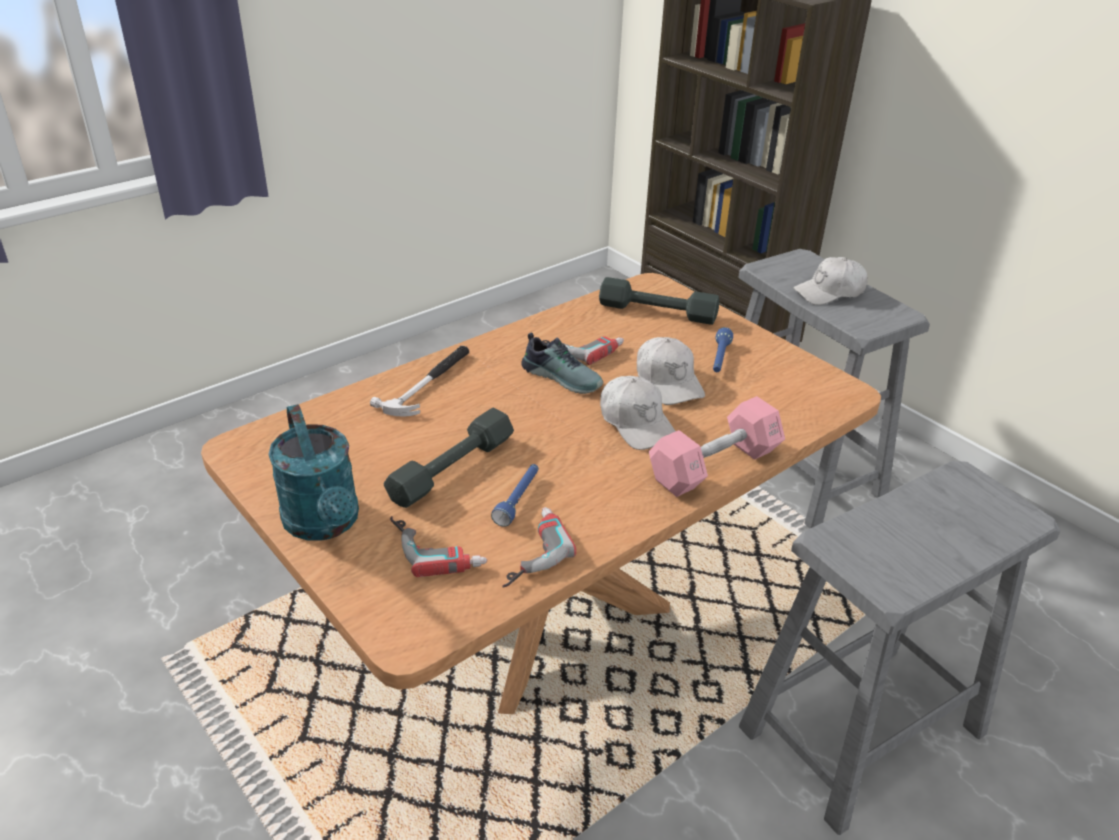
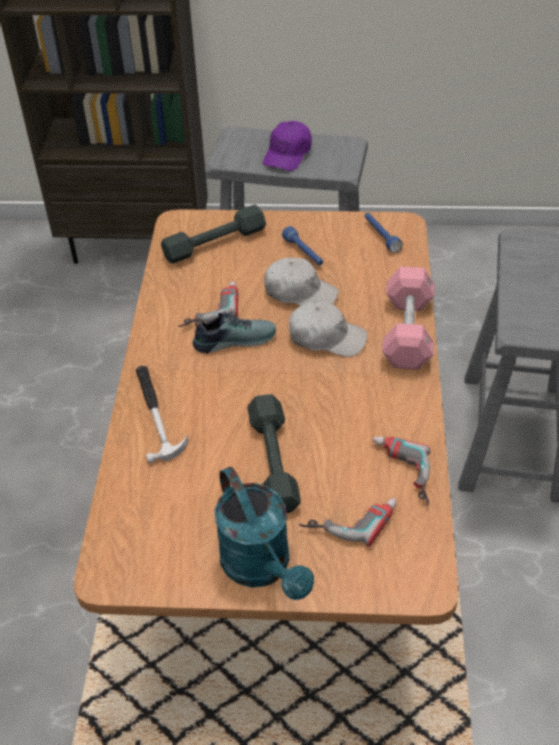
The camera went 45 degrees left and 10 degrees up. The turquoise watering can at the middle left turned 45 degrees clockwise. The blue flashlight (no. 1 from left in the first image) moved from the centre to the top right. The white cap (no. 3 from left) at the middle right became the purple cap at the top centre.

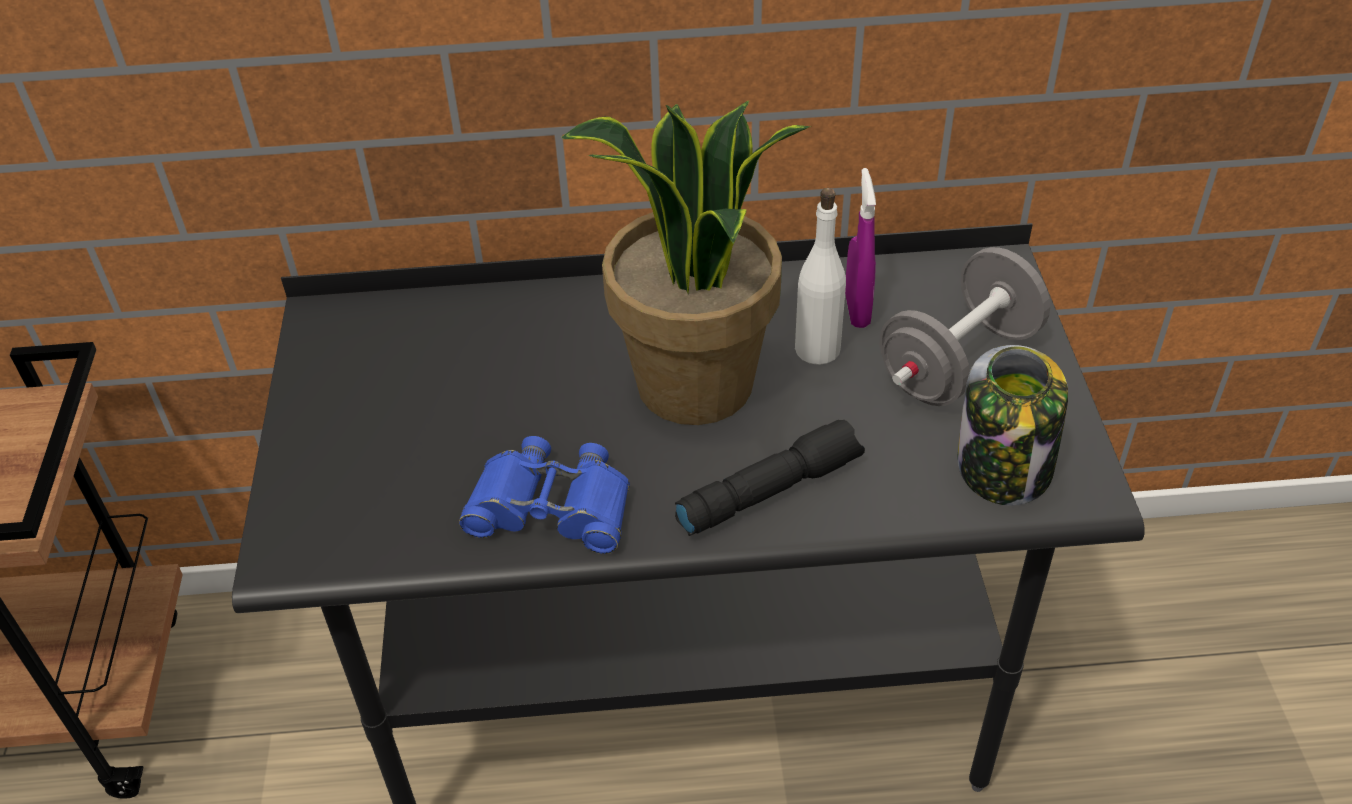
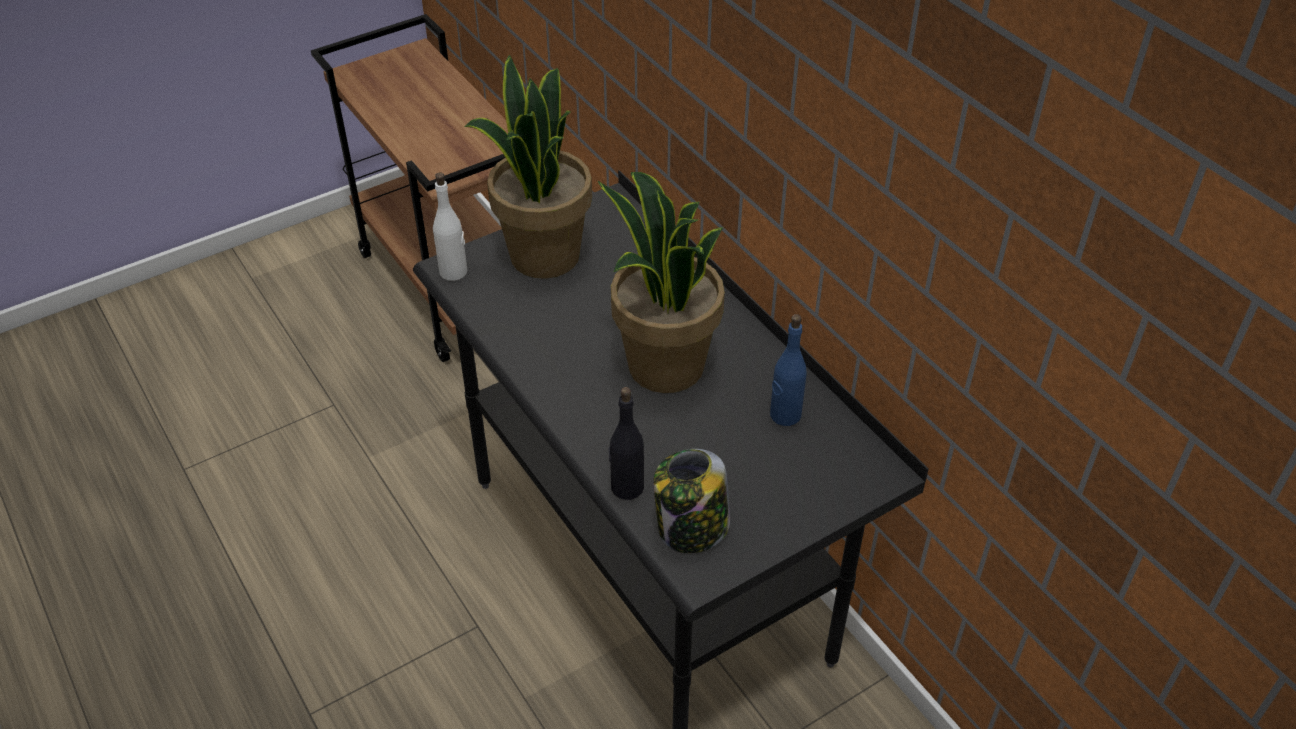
The camera went 60 degrees right and 0 degrees up. The blue binoculars at the centre disappeared. The black flashlight at the centre disappeared. The white bottle moved from the centre to the top centre. The purple spray bottle at the top centre was replaced by the blue bottle at the centre. The grey dumbbell at the middle right disappeared. The potted plant (no. 1 from left) at the top centre appeared. The black bottle at the centre appeared.

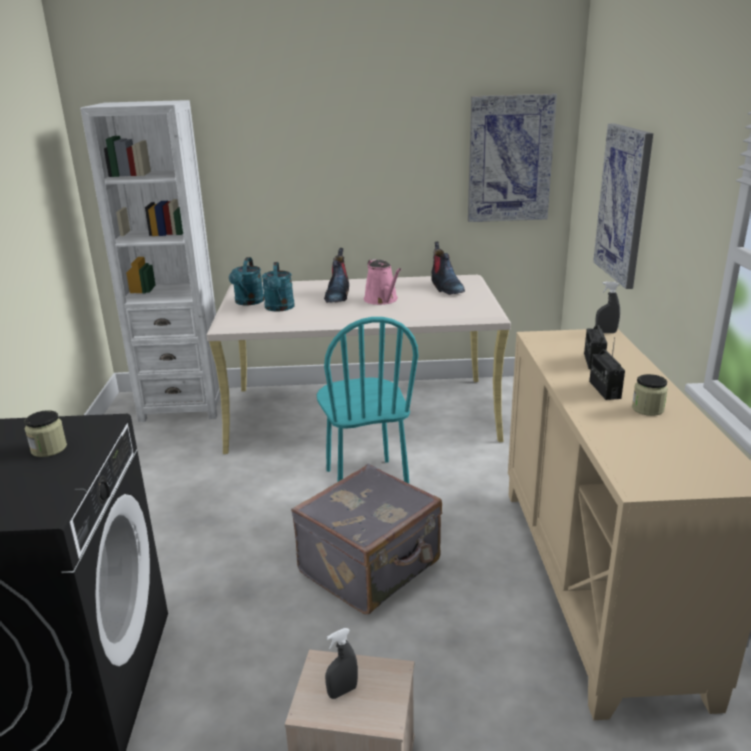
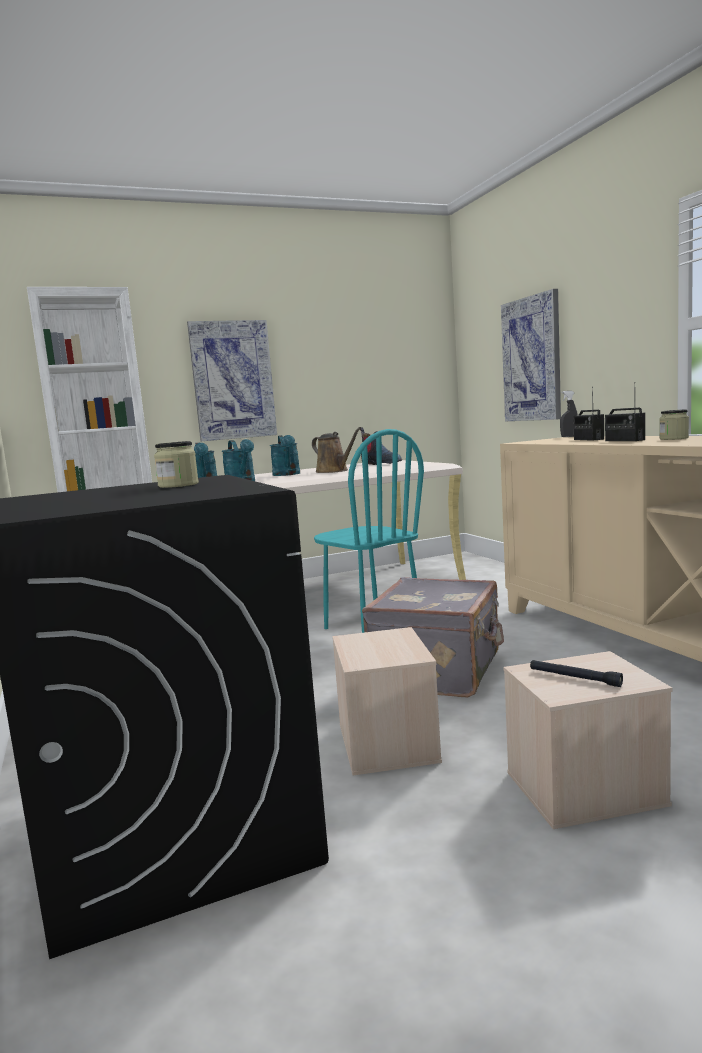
The camera went 20 degrees left and 15 degrees down. The boot (no. 1 from left) at the centre was replaced by the turquoise watering can (no. 3 from left) at the centre. The grey spray bottle (no. 1 from left) at the bottom centre was replaced by the black flashlight at the middle right. The pink watering can at the centre became the brown watering can at the centre. The picture (no. 1 from left) moved from the top right to the middle left. The beige storage box (no. 1 from left) at the centre appeared.

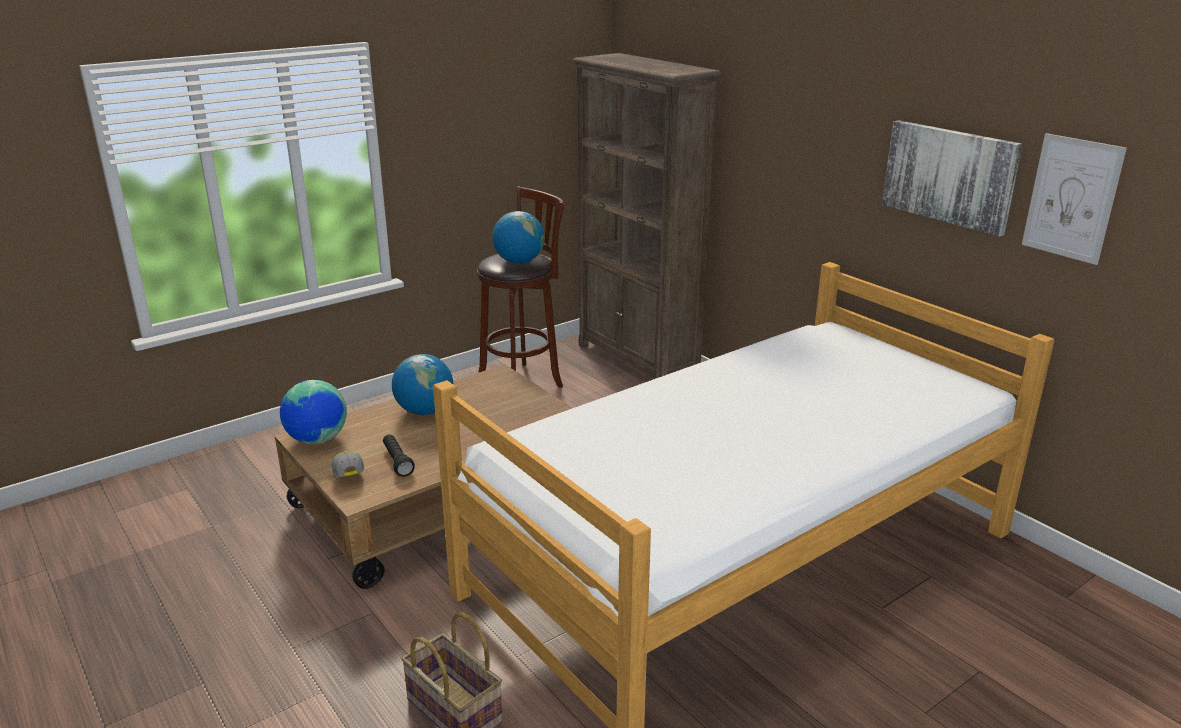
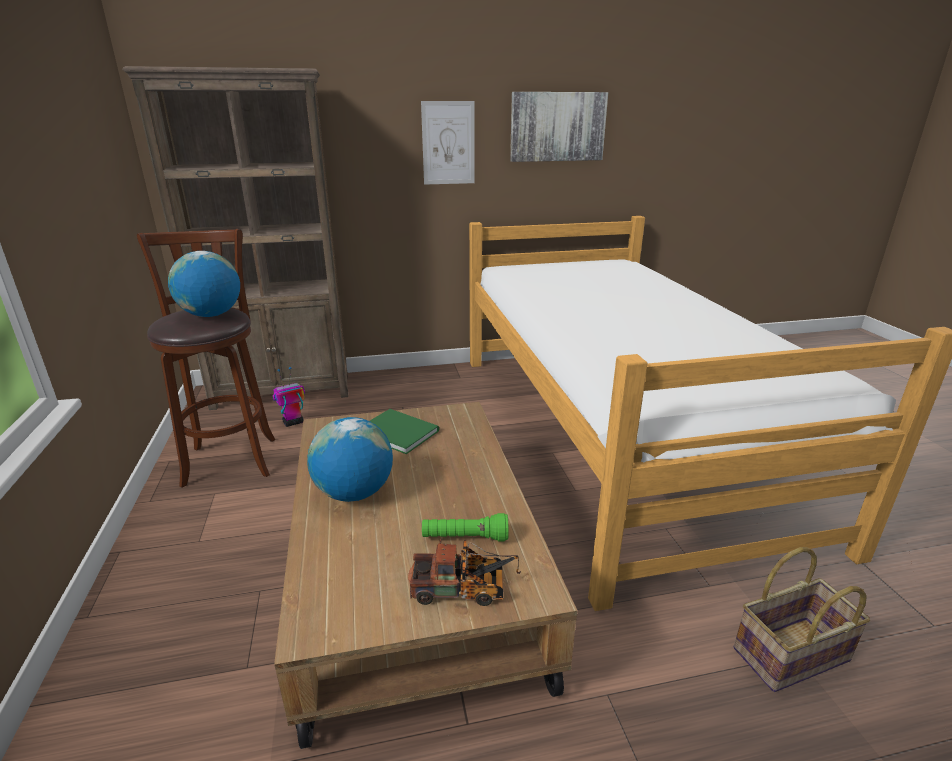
The camera went 65 degrees left and 0 degrees up. The globe (no. 1 from left) at the middle left disappeared. The cap at the middle left was replaced by the toy truck at the bottom centre. The black flashlight at the centre became the green flashlight at the bottom centre. The picture (no. 2 from left in the first image) moved from the top right to the top centre. The toy robot at the middle left appeared. The green book at the centre appeared.

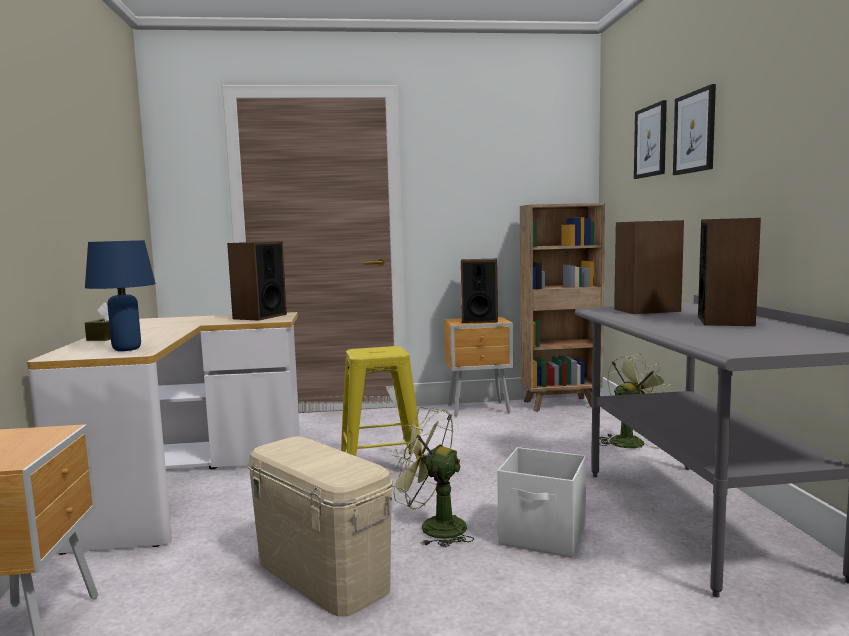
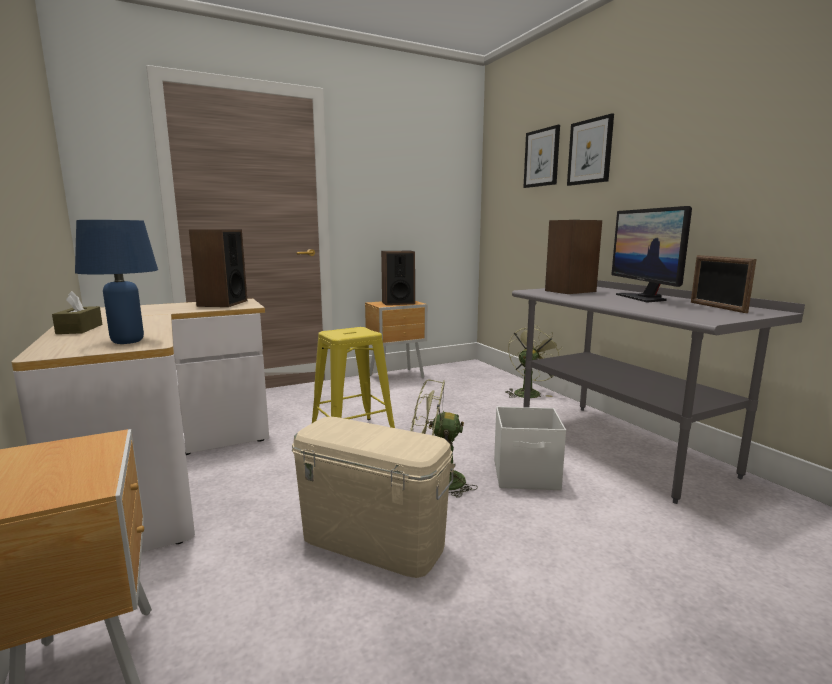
The camera went 20 degrees left and 5 degrees up. The brown bookcase at the centre disappeared. The speaker (no. 4 from left) at the middle right was replaced by the monitor at the middle right. The picture frame at the middle right appeared.

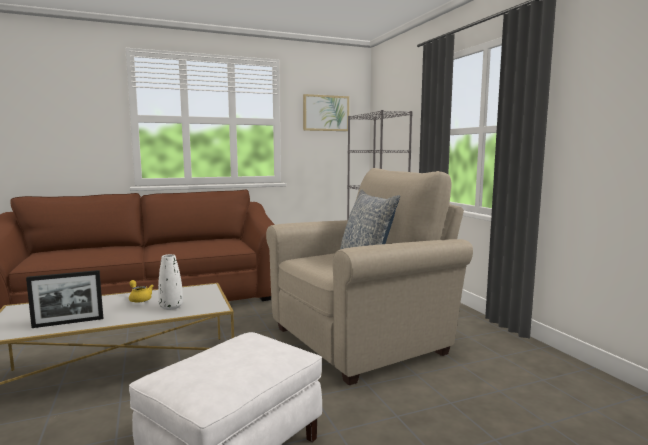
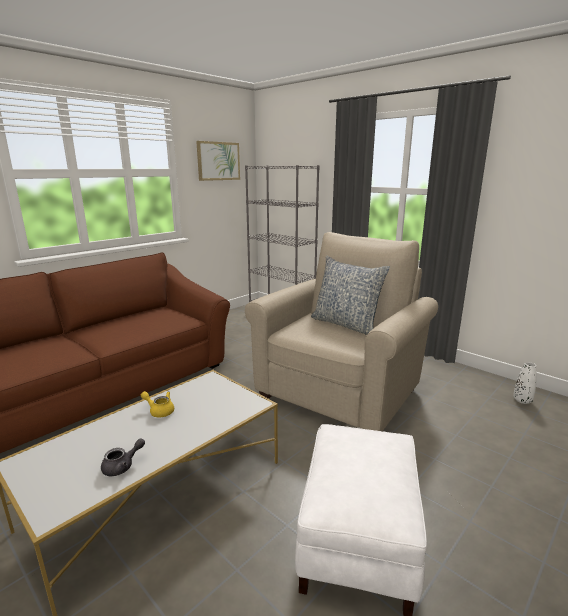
The camera went 25 degrees left and 10 degrees up. The picture frame at the bottom left was replaced by the grey teapot at the bottom left. The white vase moved from the middle left to the middle right.

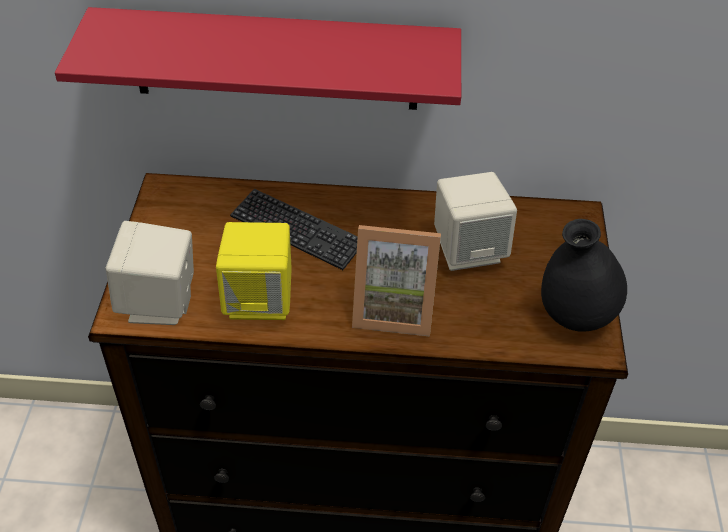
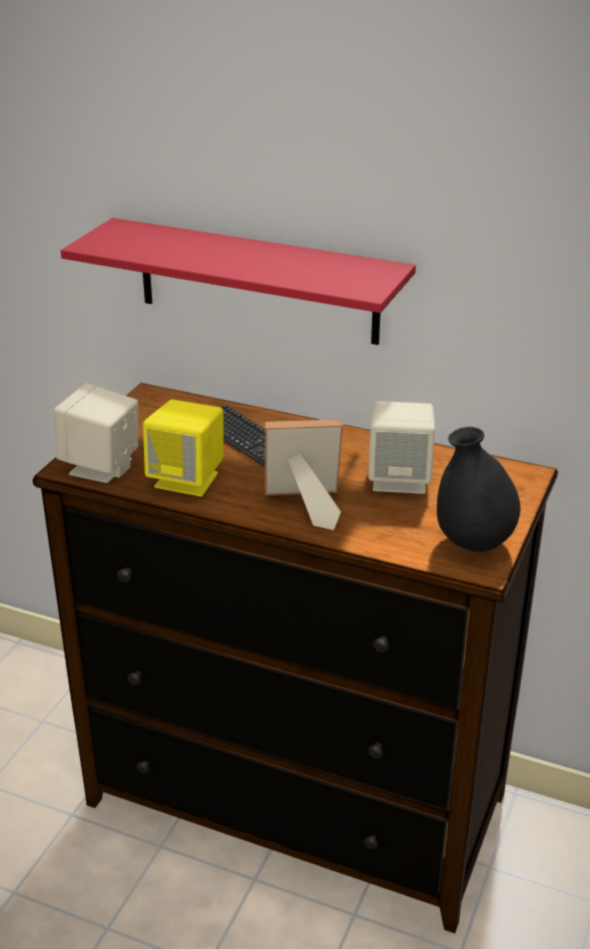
The camera went 20 degrees right and 15 degrees down. The picture frame at the centre turned 150 degrees clockwise.

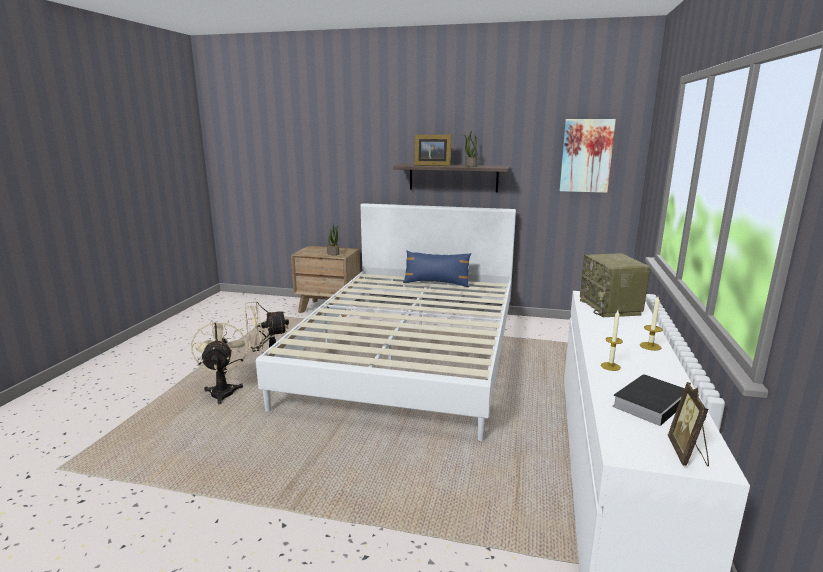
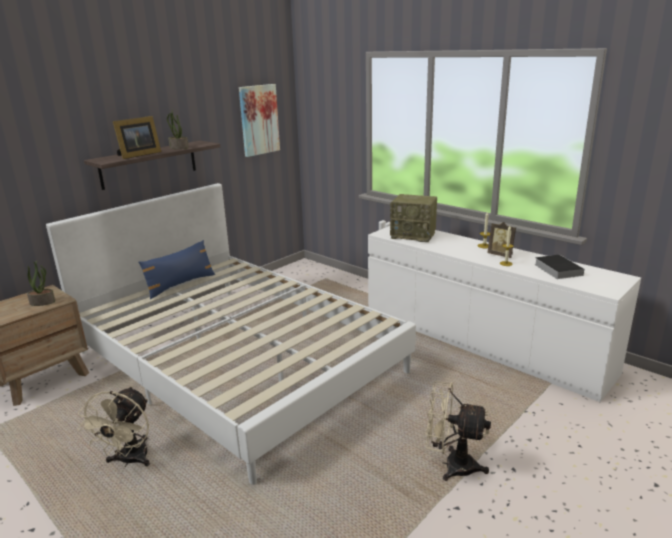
The camera went 60 degrees left and 5 degrees up. The beige fan (no. 1 from left in the first image) moved from the middle left to the bottom right. The picture frame (no. 2 from left) moved from the bottom right to the middle right.

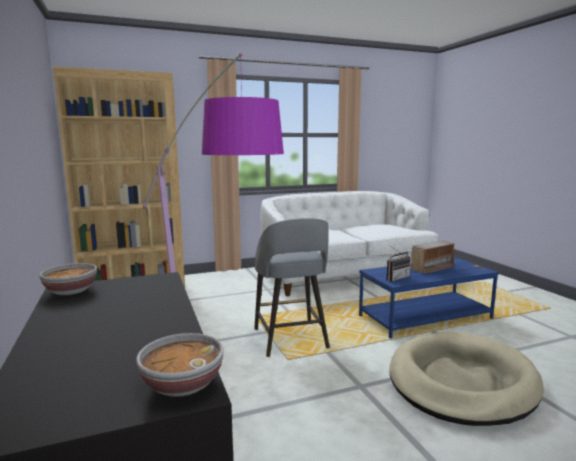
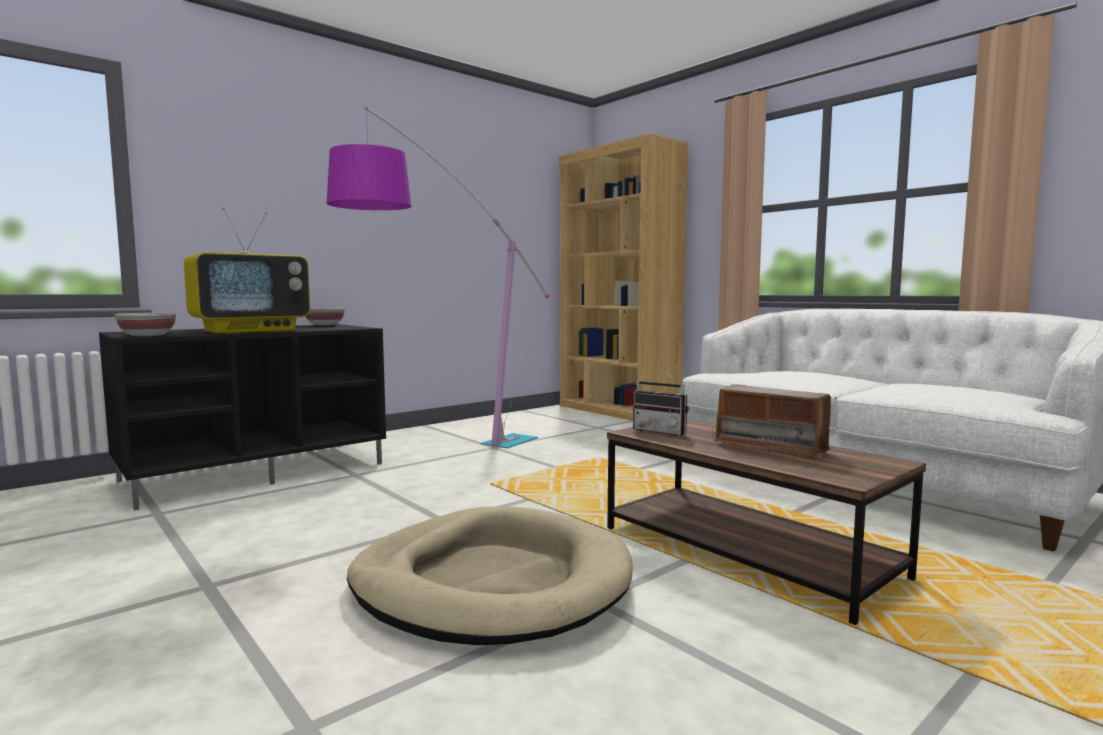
The camera went 70 degrees right and 5 degrees down. The grey stool at the centre disappeared. The blue coffee table at the middle right became the brown coffee table at the bottom right. The television at the middle left appeared.

